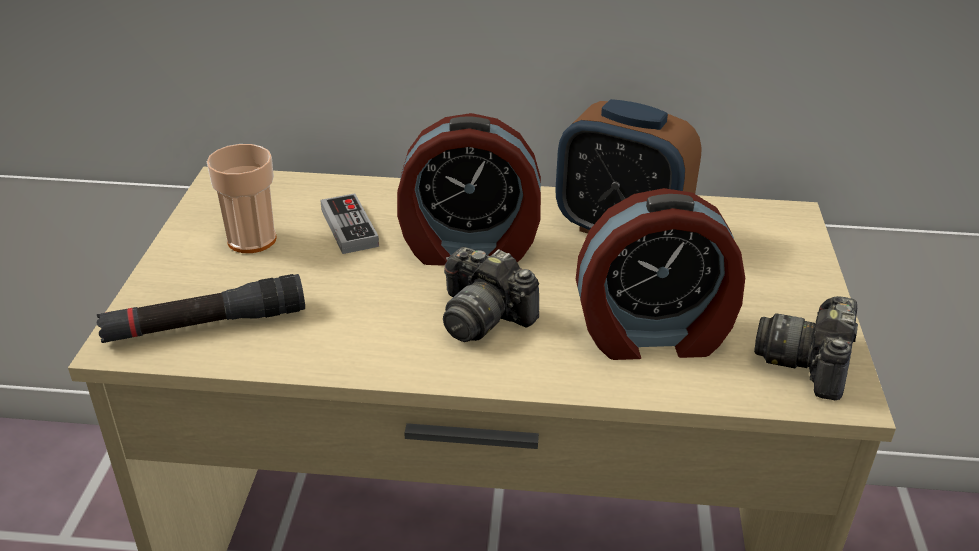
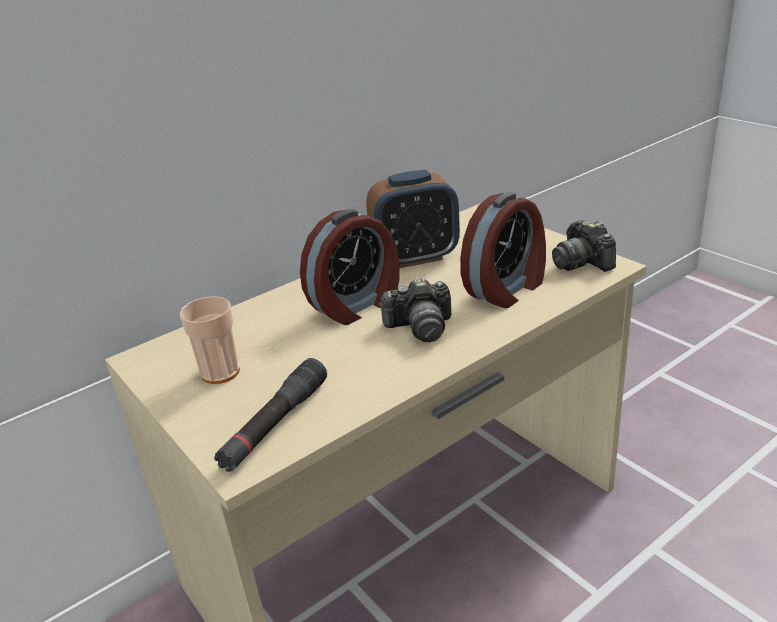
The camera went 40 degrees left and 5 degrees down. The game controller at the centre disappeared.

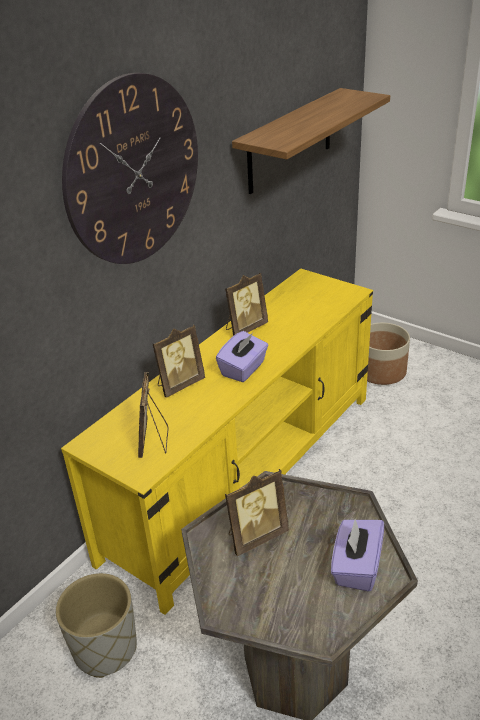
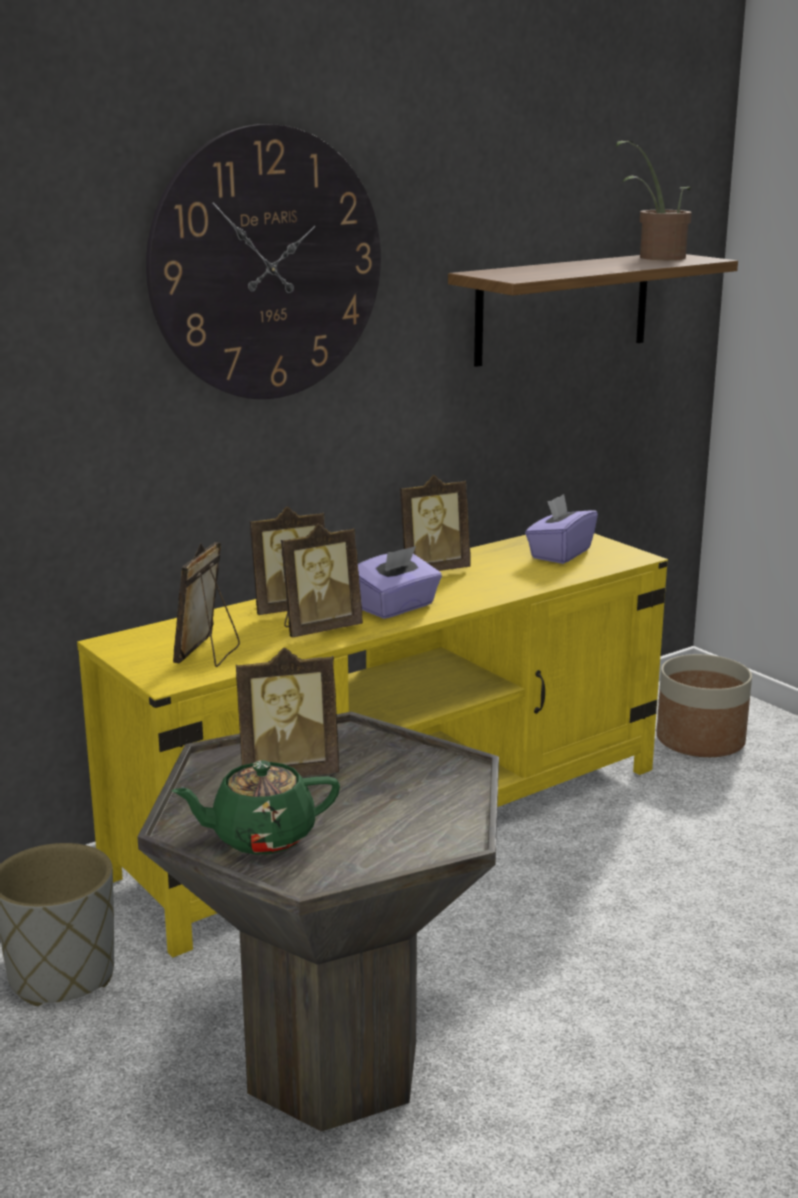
The camera went 15 degrees right and 15 degrees down. The purple tissue box (no. 2 from left) moved from the bottom right to the middle right. The green teapot at the bottom left appeared. The picture frame (no. 4 from left) at the centre appeared. The potted plant at the top right appeared.

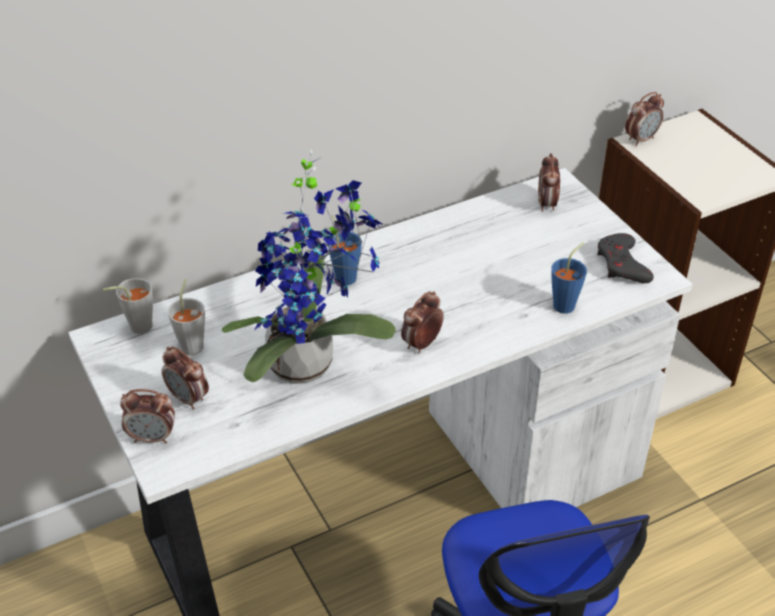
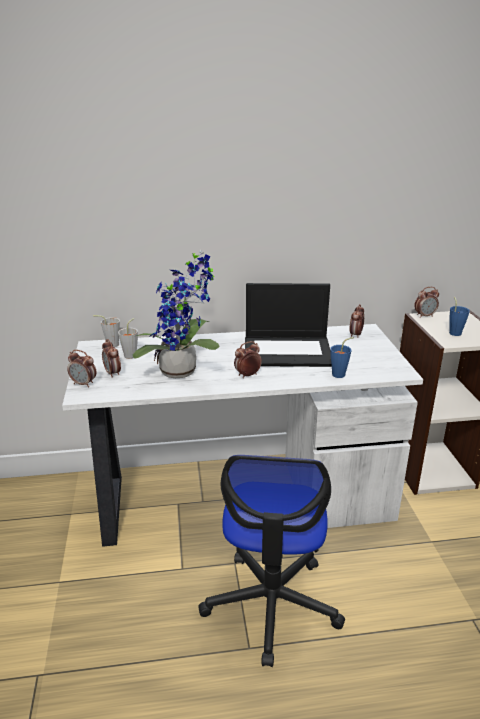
The camera went 20 degrees right and 15 degrees down. The blue cup (no. 1 from left in the first image) moved from the centre to the middle right. The grey game controller at the middle right disappeared. The laptop at the centre appeared.

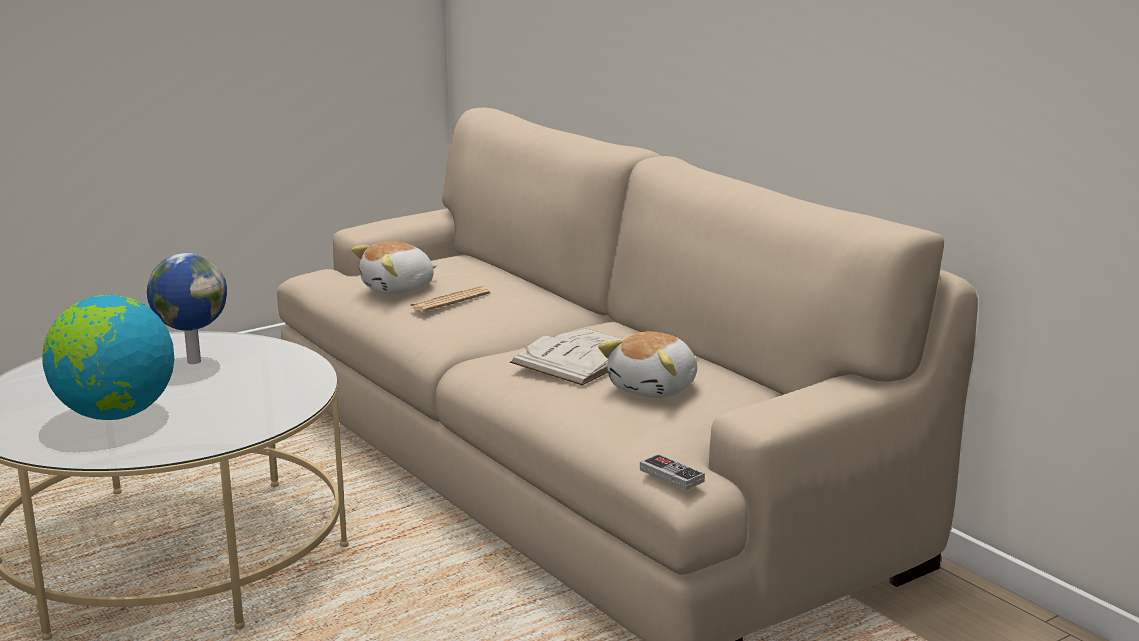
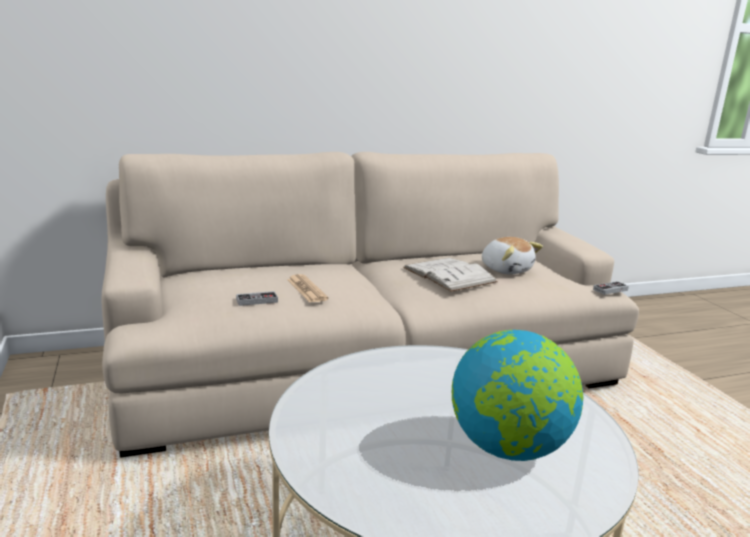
The camera went 75 degrees left and 0 degrees up. The globe (no. 2 from left) at the middle left disappeared. The plush toy (no. 1 from left) at the centre was replaced by the game controller (no. 1 from left) at the centre.

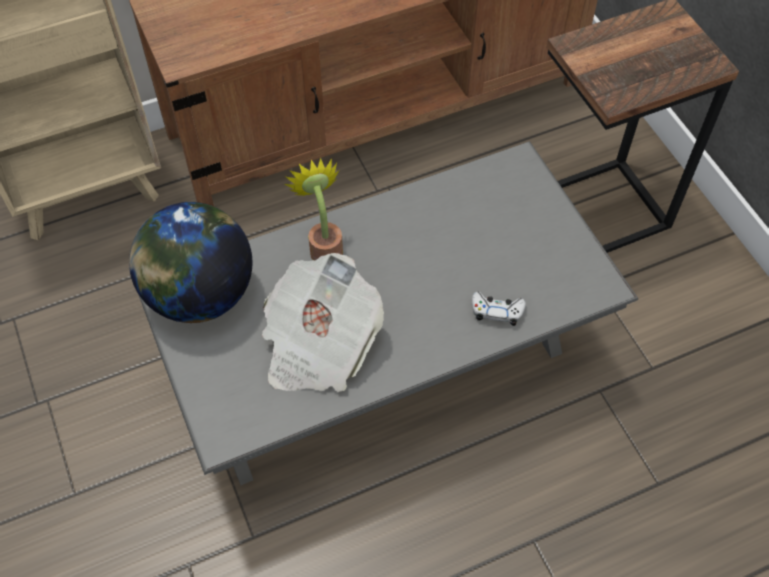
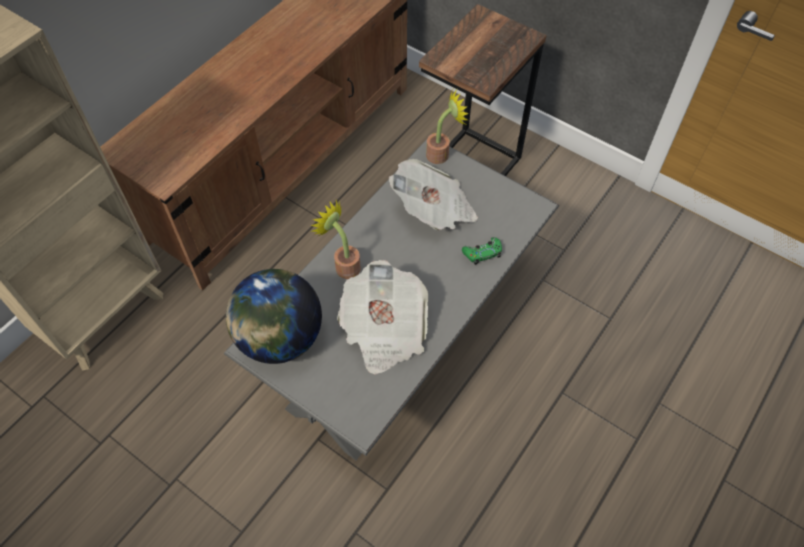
The camera went 30 degrees left and 0 degrees up. The white game controller at the centre became the green game controller at the centre. The newspaper (no. 2 from left) at the centre appeared. The potted plant (no. 2 from left) at the top centre appeared.

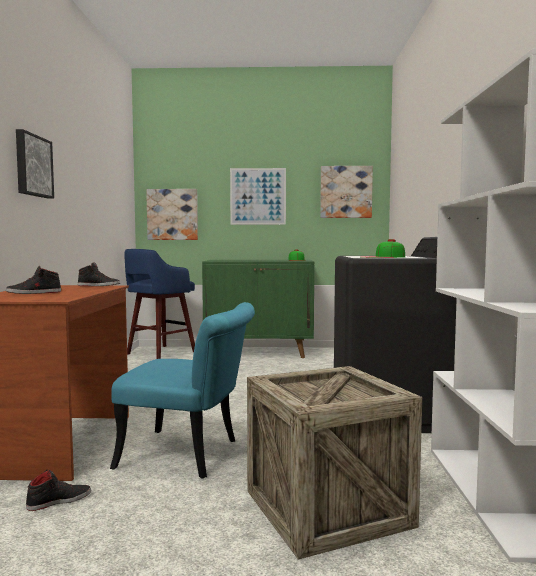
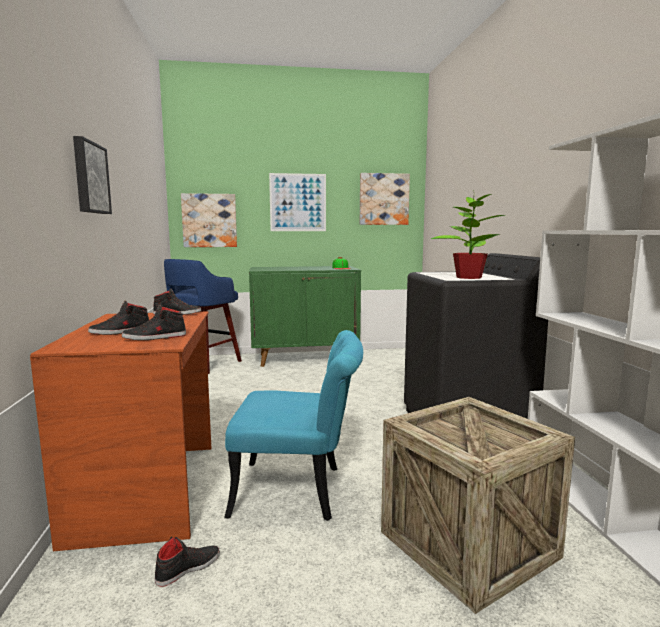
The camera went 10 degrees left and 5 degrees up. The cap (no. 2 from left) at the middle right was replaced by the potted plant at the middle right. The black shoe (no. 2 from left) at the middle left appeared.

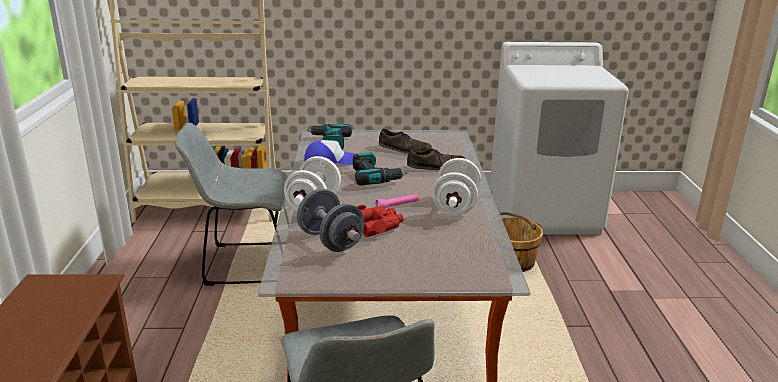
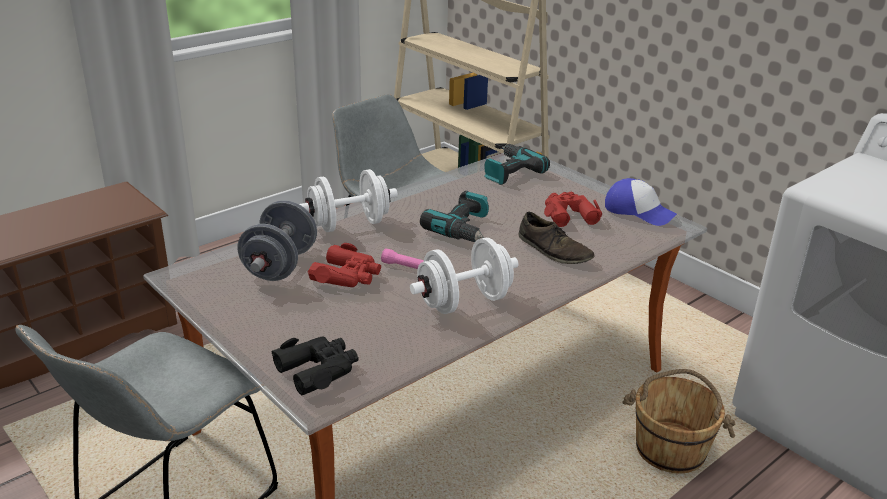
The camera went 50 degrees right and 5 degrees up. The cap moved from the centre to the middle right. The brown shoe (no. 1 from left) at the centre was replaced by the red binoculars (no. 2 from left) at the centre. The black binoculars at the bottom centre appeared.

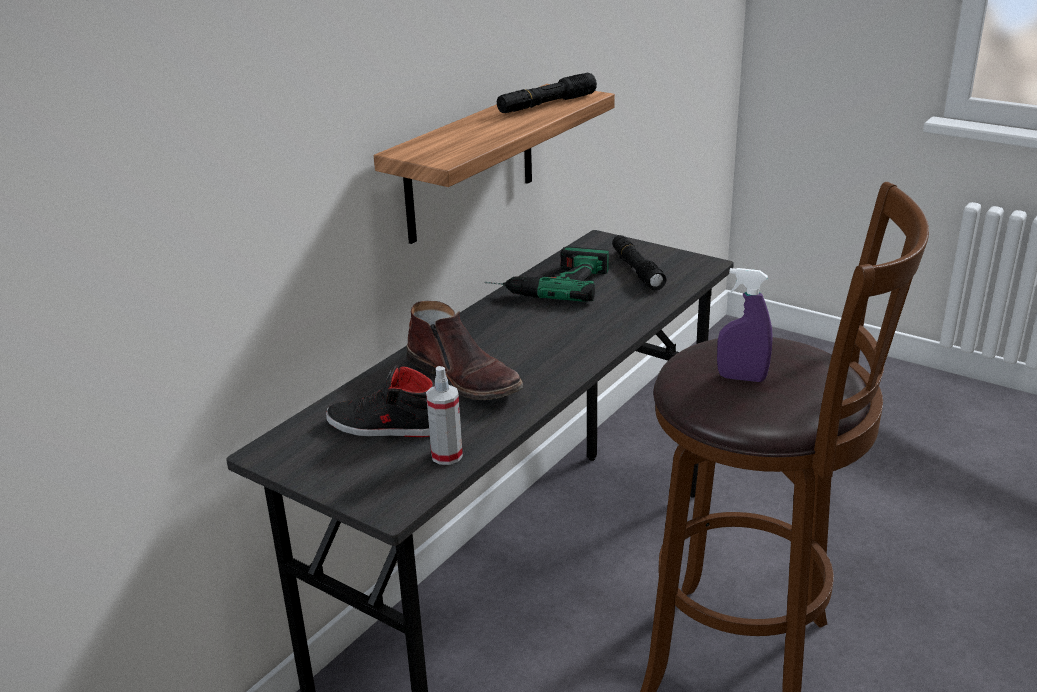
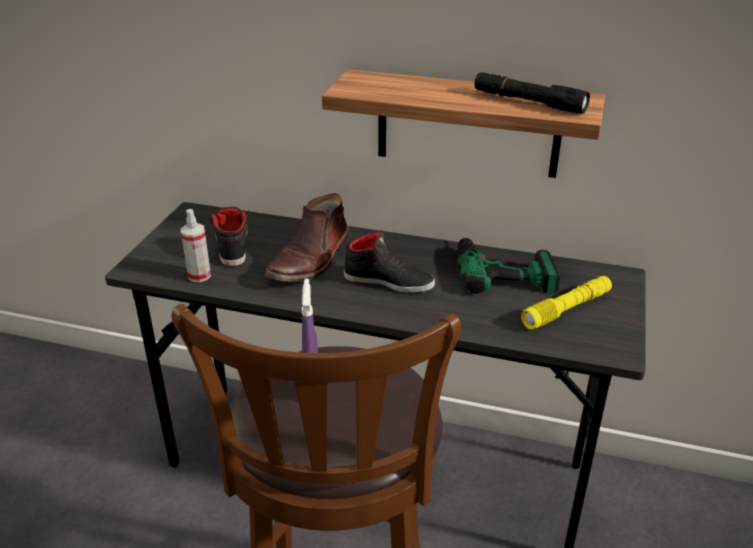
The camera went 70 degrees right and 5 degrees up. The black flashlight (no. 2 from left) at the centre became the yellow flashlight at the middle right. The black shoe (no. 2 from left) at the centre appeared.

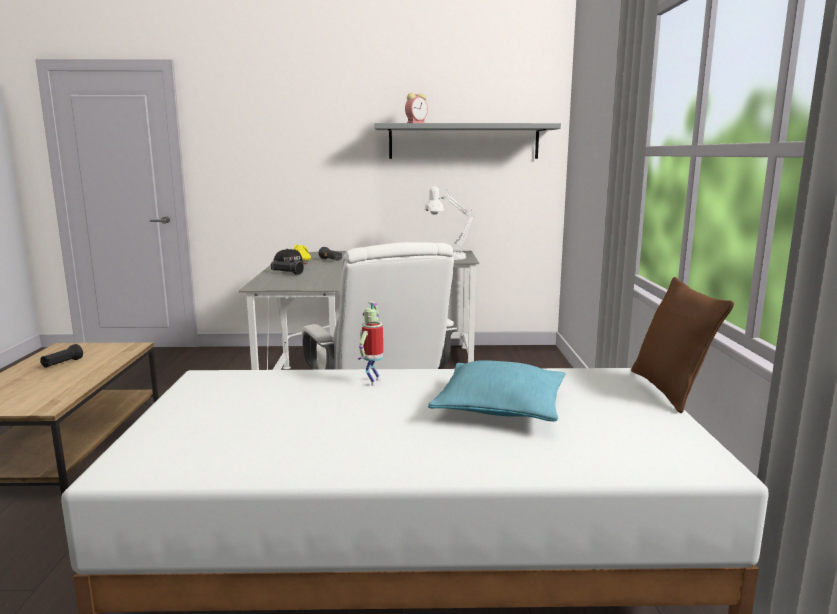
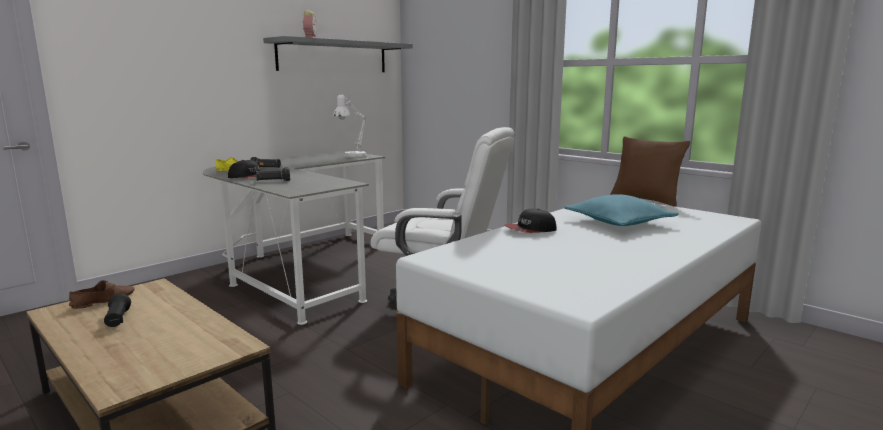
The camera went 45 degrees left and 0 degrees up. The toy robot at the centre was replaced by the cap (no. 2 from left) at the centre. The brown shoe at the bottom left appeared.

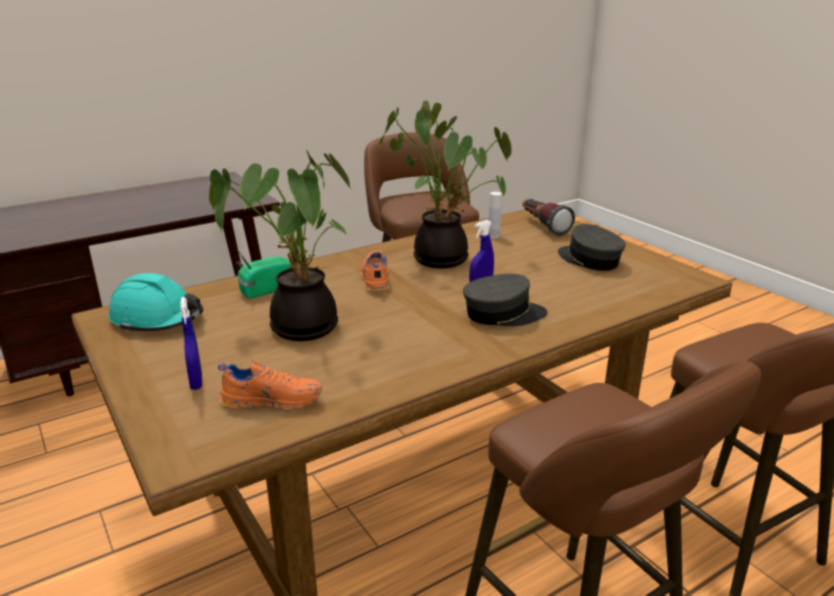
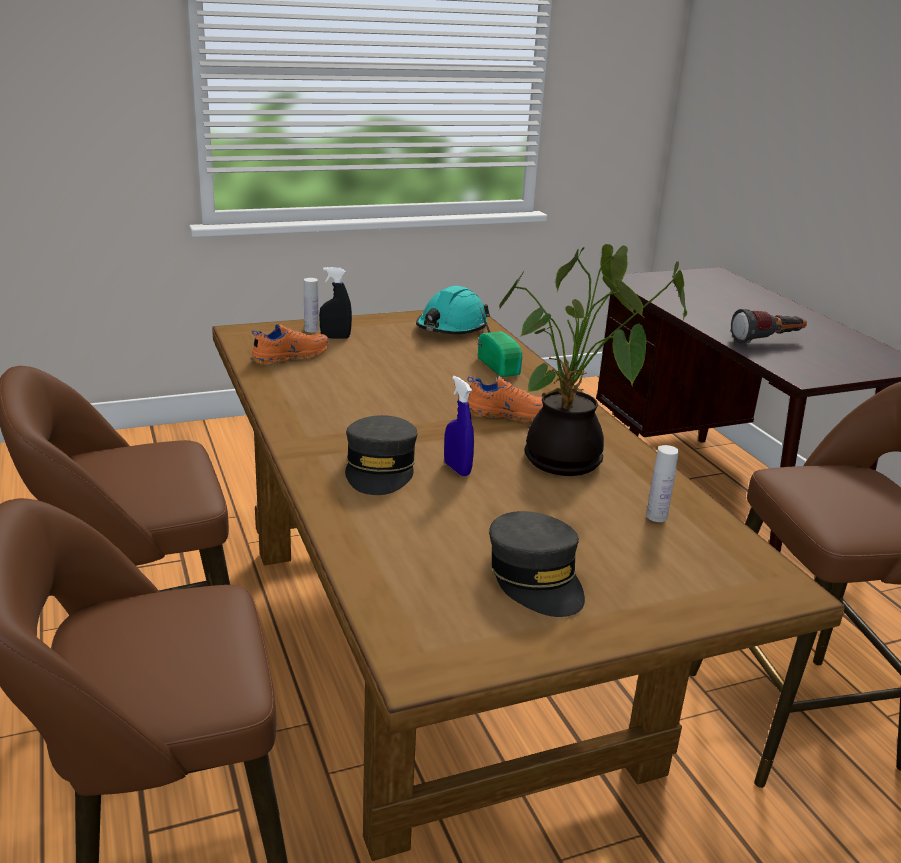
The camera went 100 degrees right and 0 degrees up. The blue spray bottle (no. 1 from left) at the middle left became the black spray bottle at the centre. The potted plant (no. 1 from left) at the centre disappeared. The orange shoe (no. 1 from left) at the middle left turned 135 degrees counterclockwise. The flashlight moved from the centre to the middle right. The grey cap (no. 2 from left) at the middle right turned 90 degrees clockwise. The white bottle (no. 1 from left) at the centre appeared.

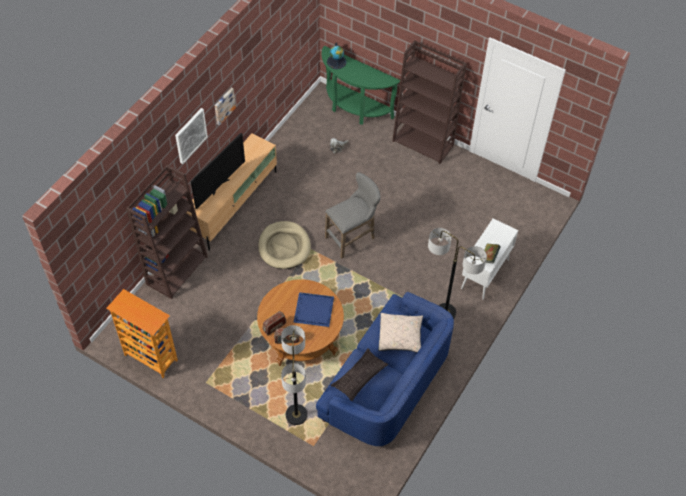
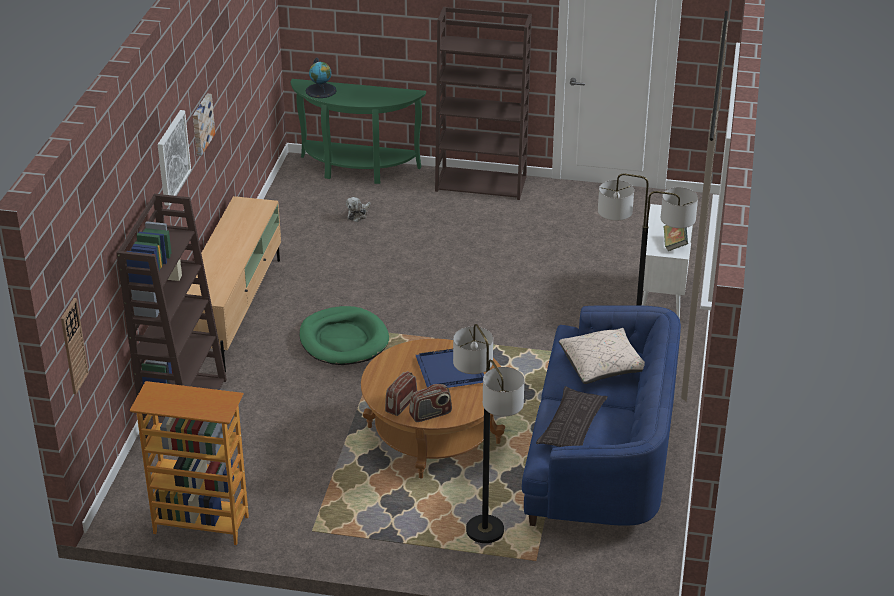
The camera went 20 degrees left and 20 degrees down. The television at the middle left disappeared. The beige dog bed at the centre became the green dog bed at the centre. The grey stool at the centre disappeared. The wall clock at the middle left appeared.

